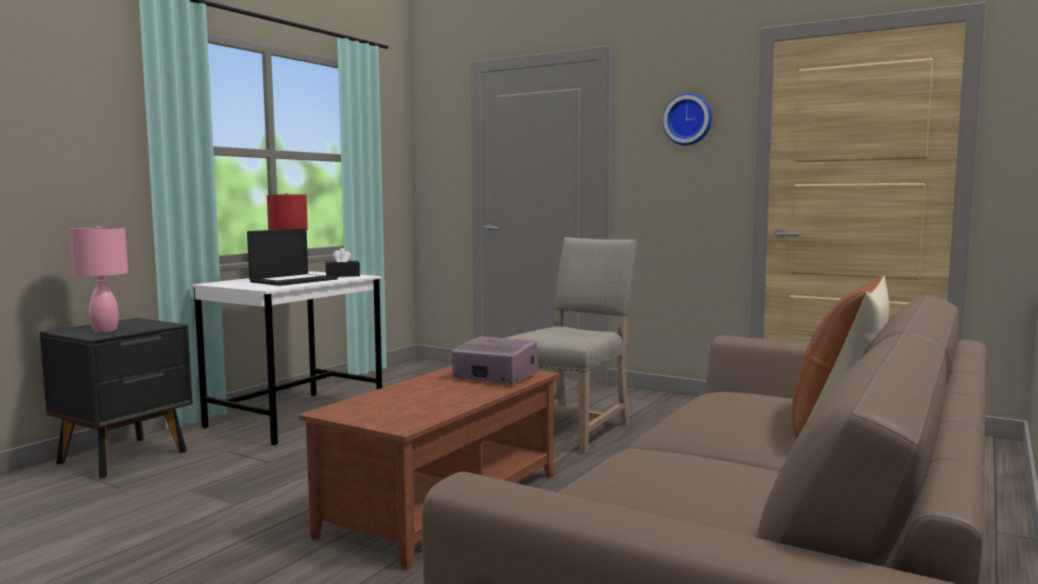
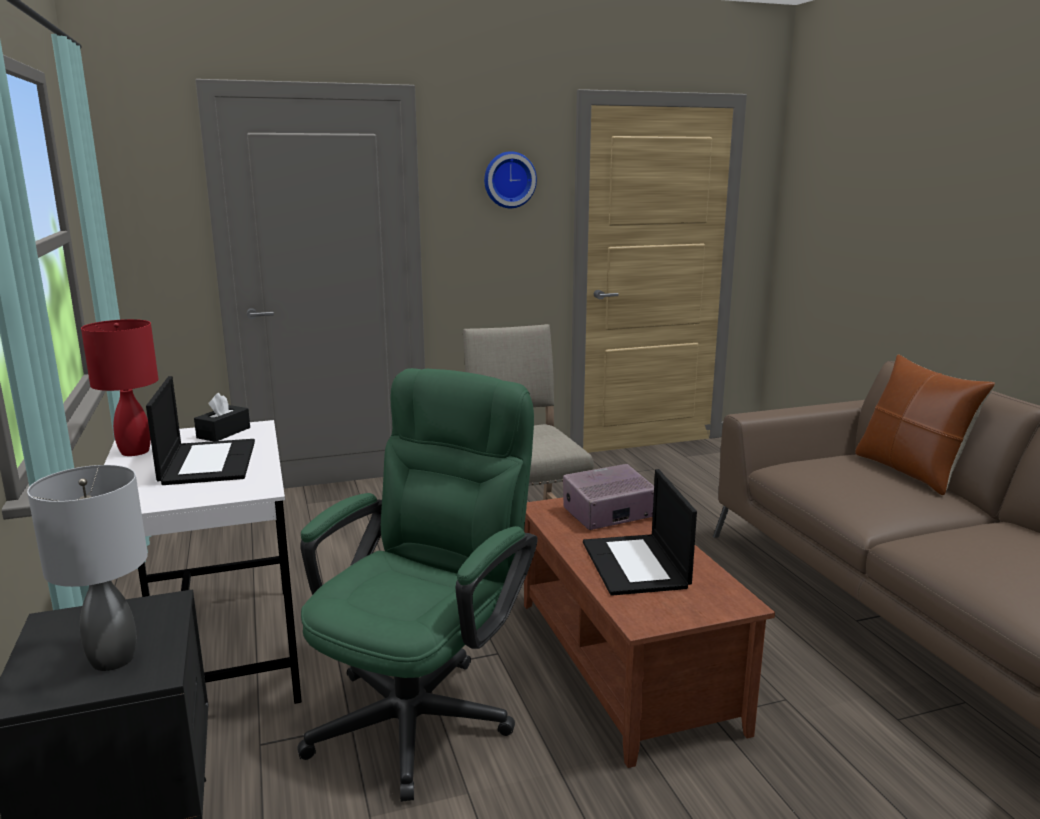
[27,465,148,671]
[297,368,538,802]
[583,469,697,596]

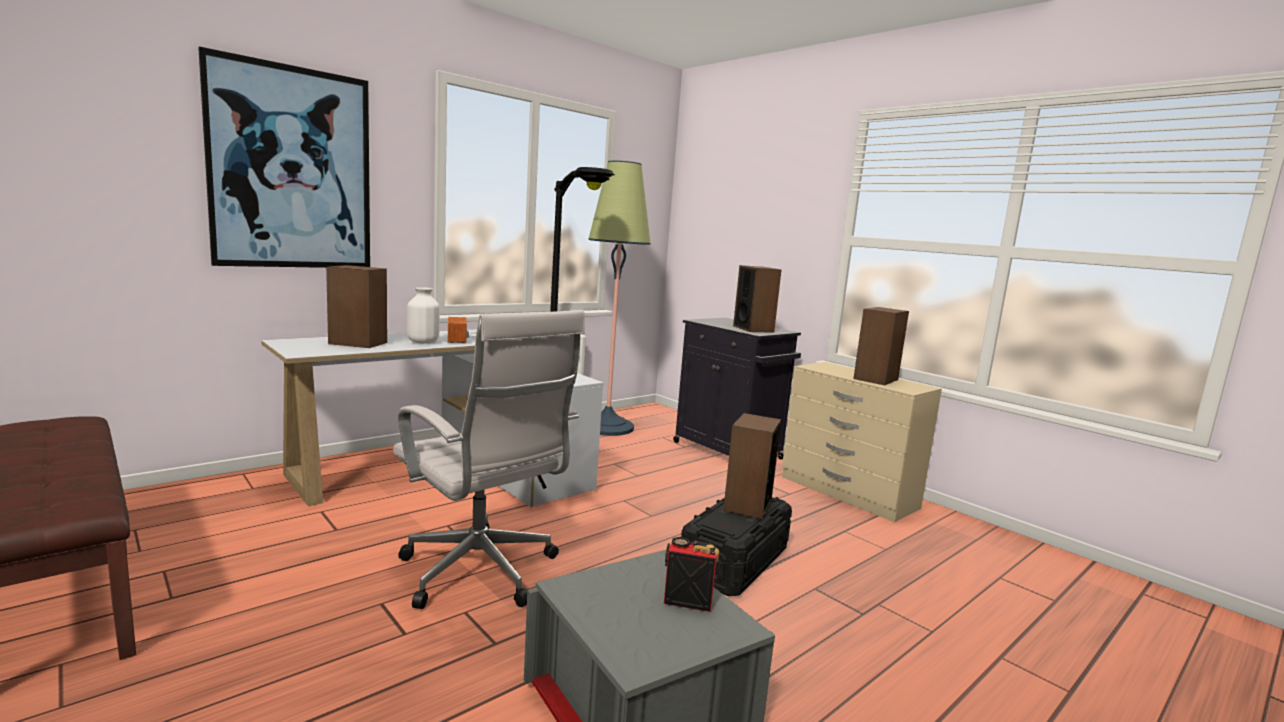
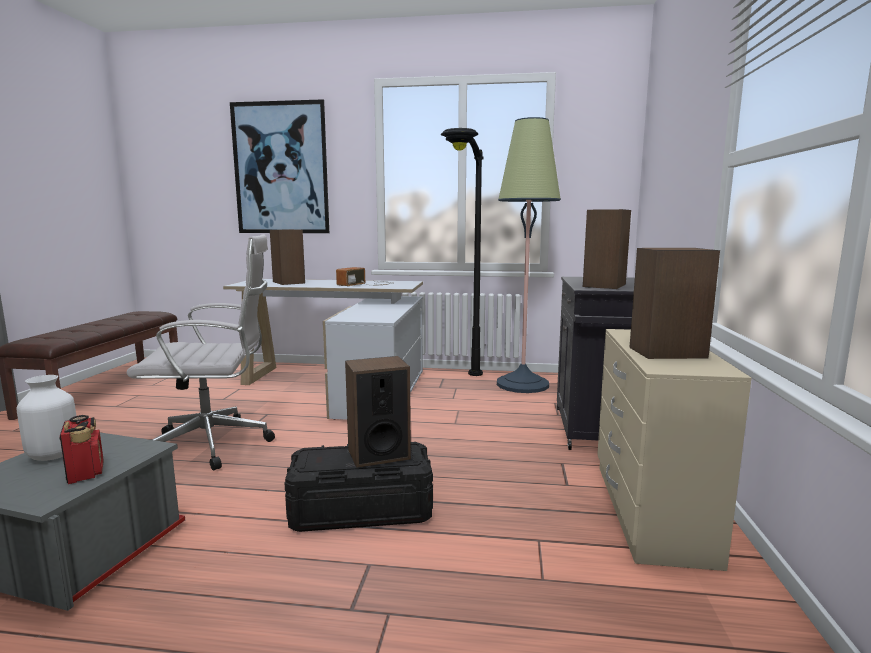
[17,375,76,461]
[127,234,275,471]

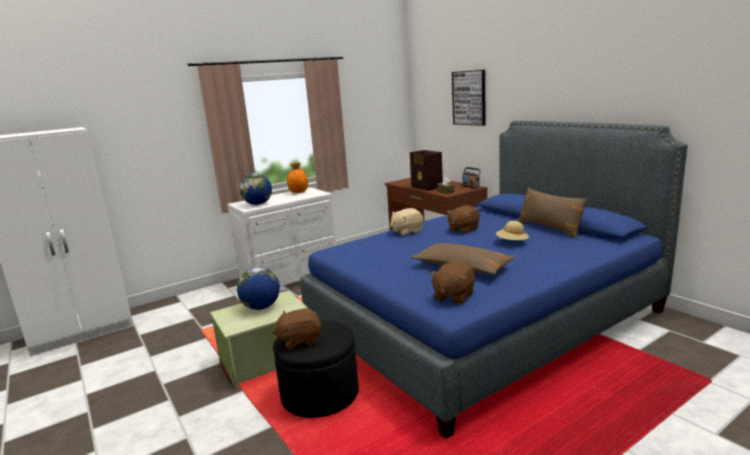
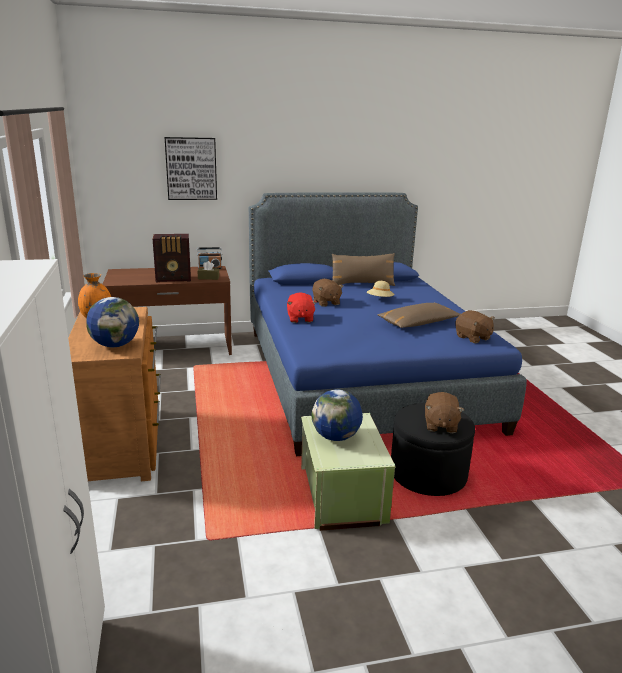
[68,307,161,481]
[287,292,317,323]

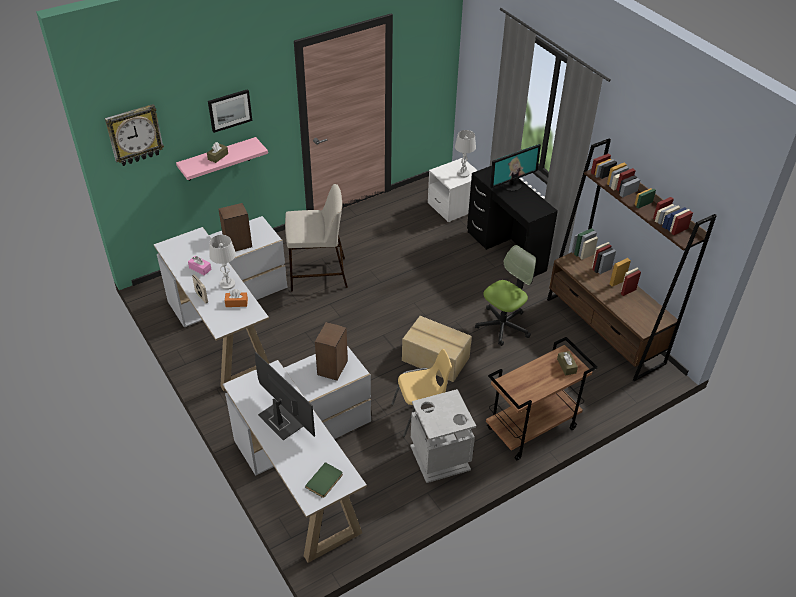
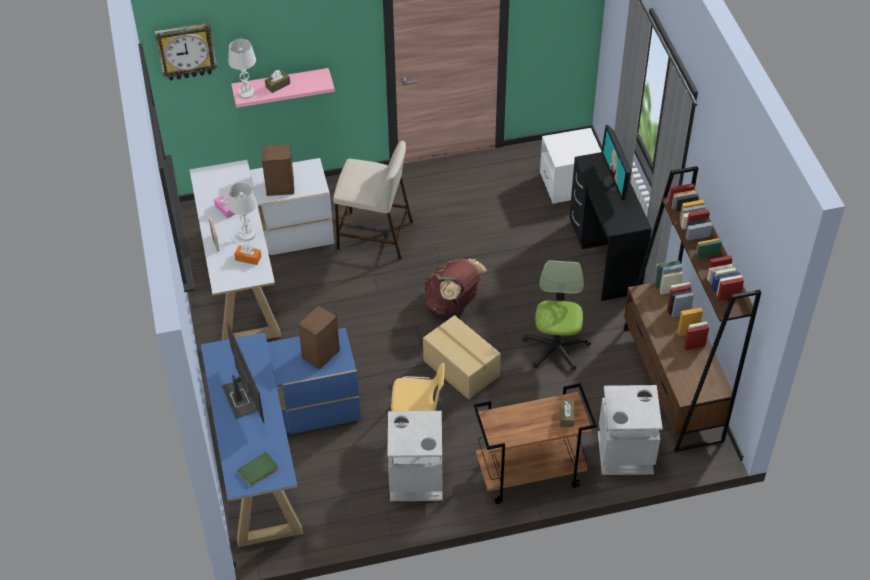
[208,89,252,133] (first image)
[228,39,256,99]
[601,125,632,200]
[522,260,591,370]
[201,328,361,547]
[424,259,487,315]
[598,385,663,475]

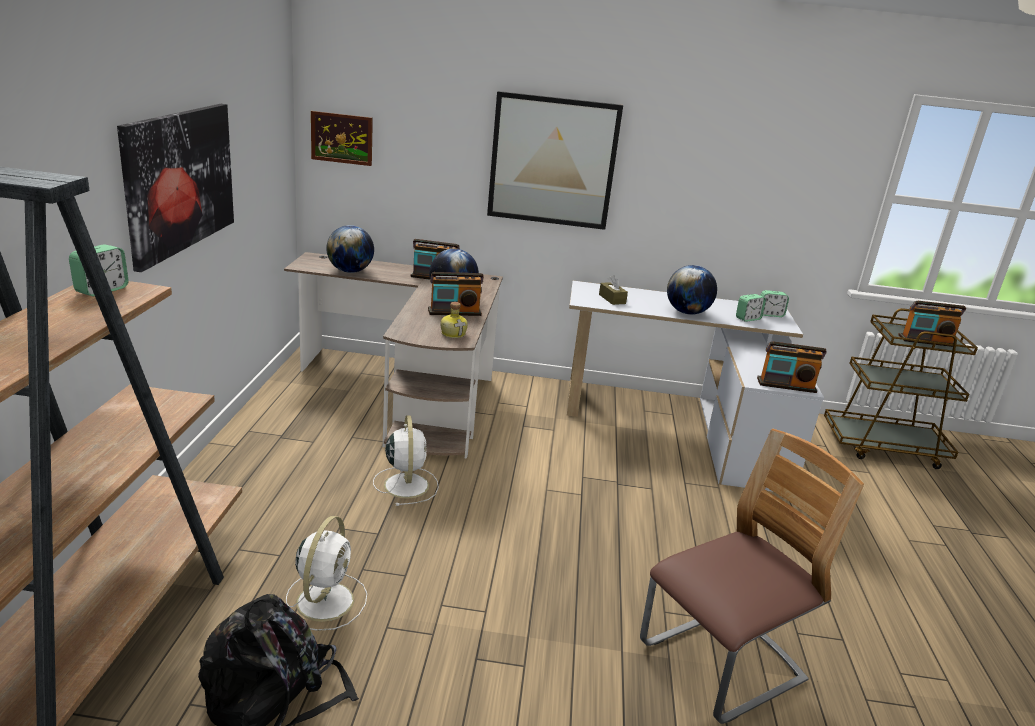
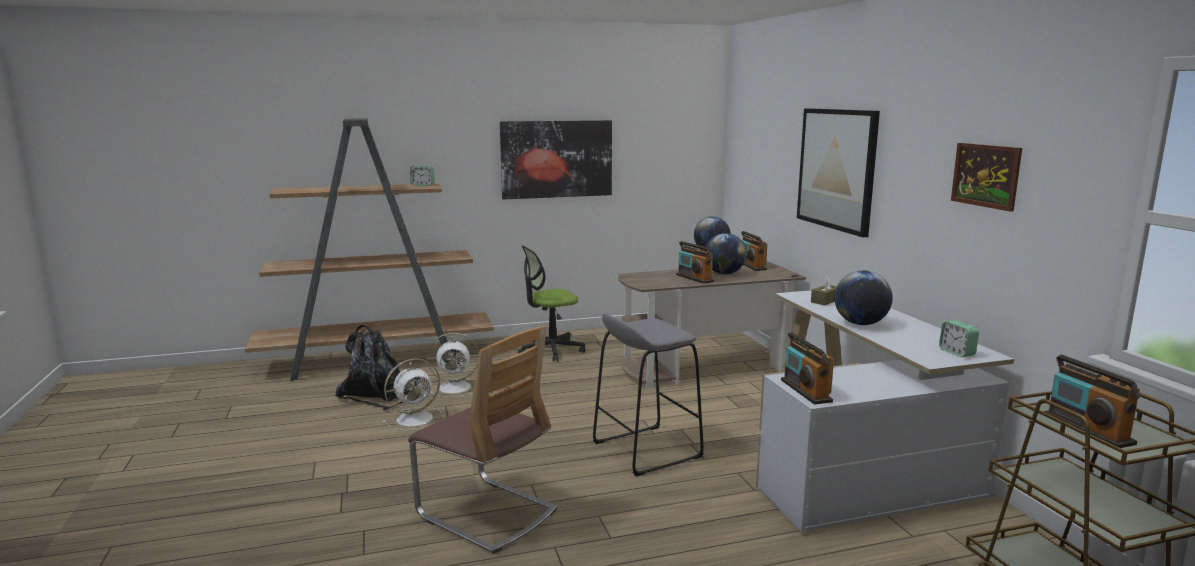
[951,143,1022,212]
[736,294,766,322] (first image)
[440,302,468,338] (first image)
[383,358,444,431]
[518,245,586,362]
[593,313,704,476]

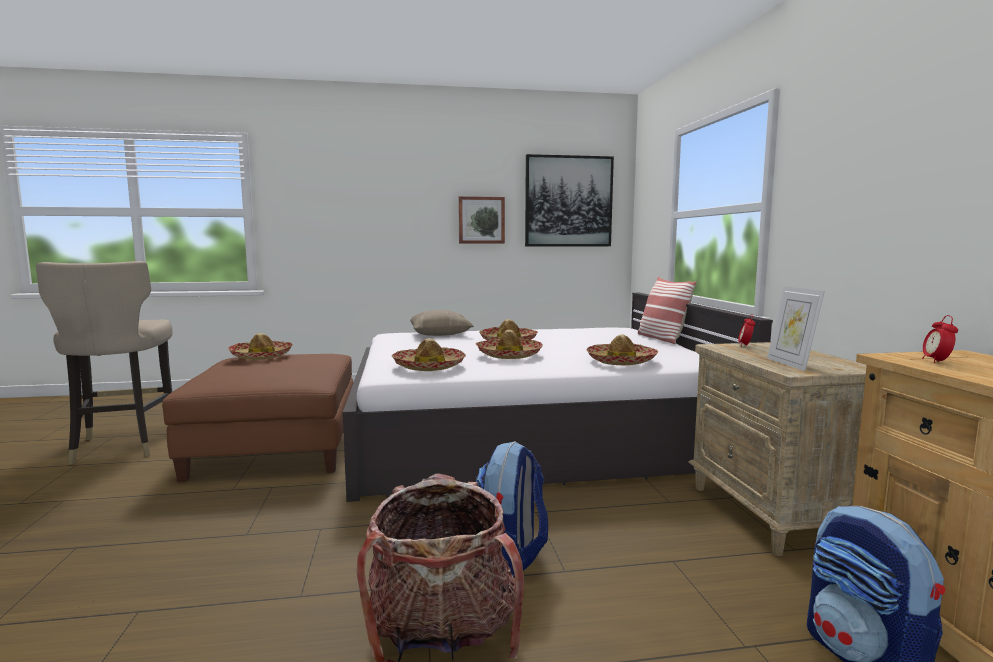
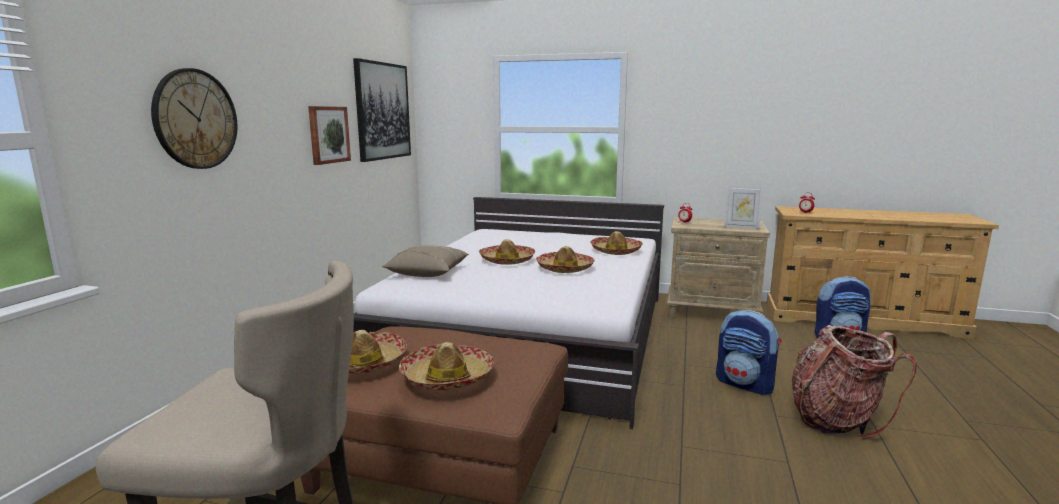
[638,277,697,344] (first image)
[399,342,494,391]
[151,68,237,169]

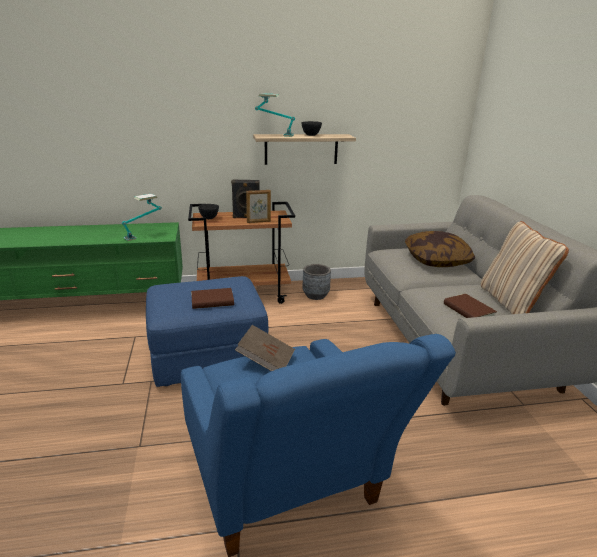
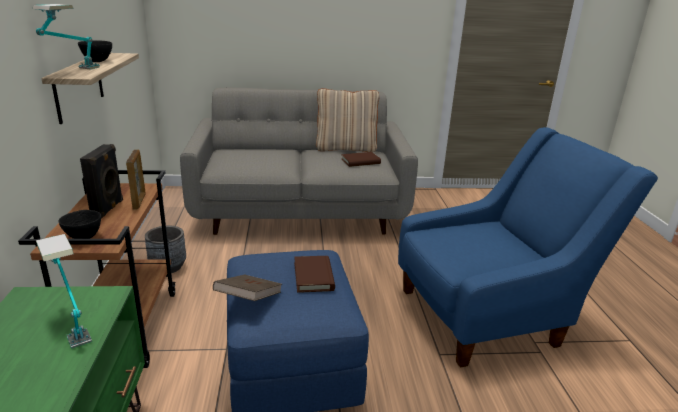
[405,231,475,267] (first image)
[213,275,282,301]

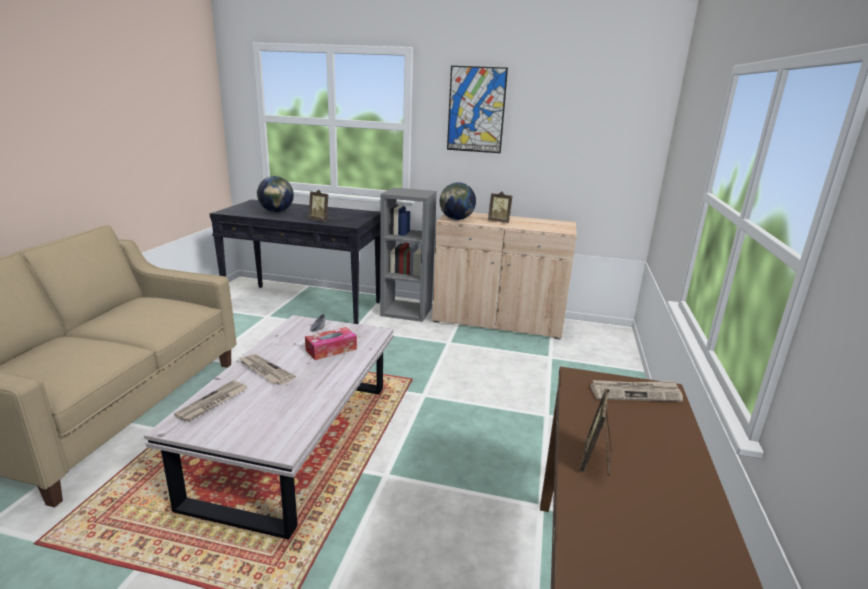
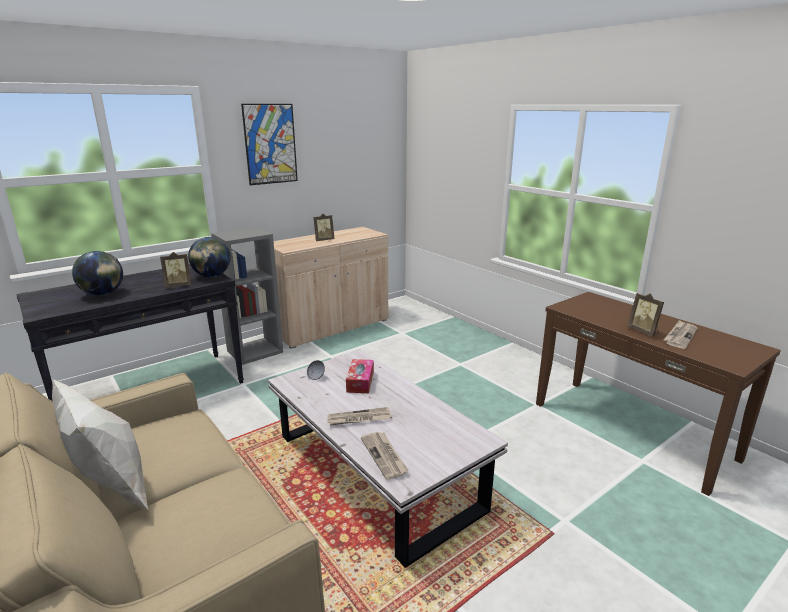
[188,237,231,277]
[663,320,698,349]
[52,379,149,511]

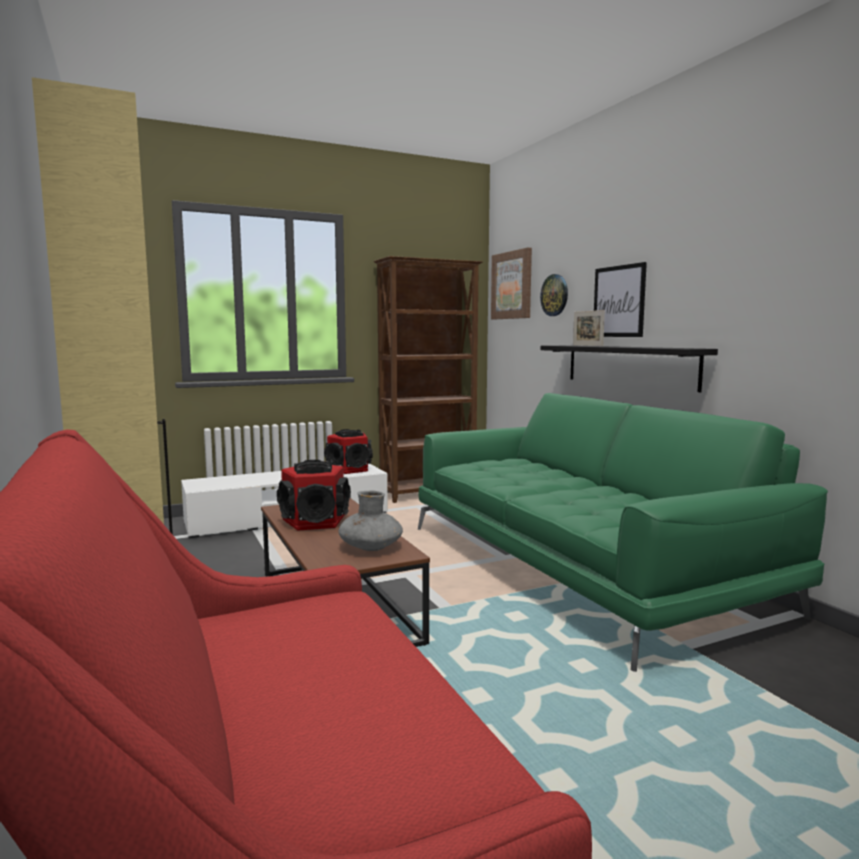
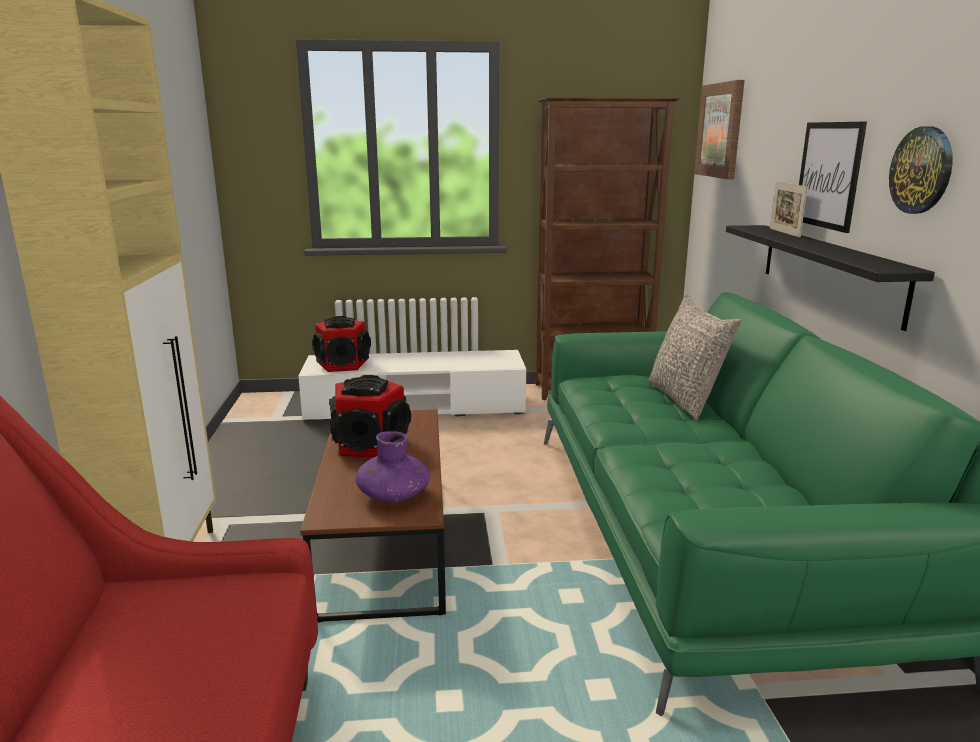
[889,126,953,214]
[312,316,371,372]
[355,431,430,502]
[648,294,741,420]

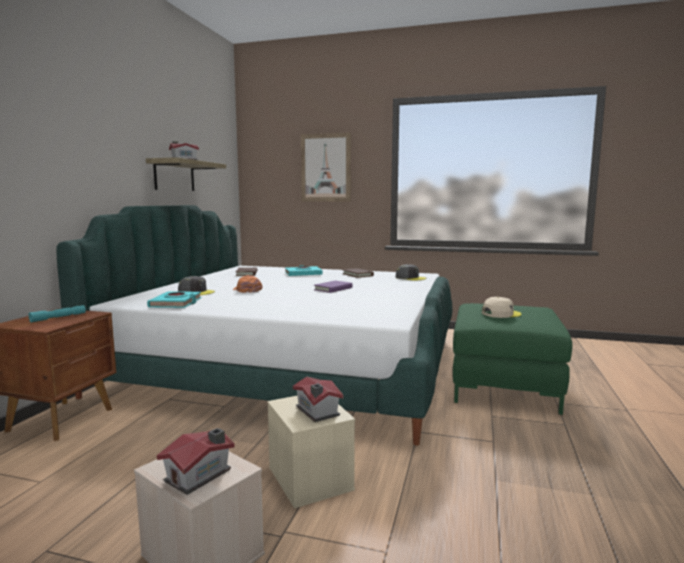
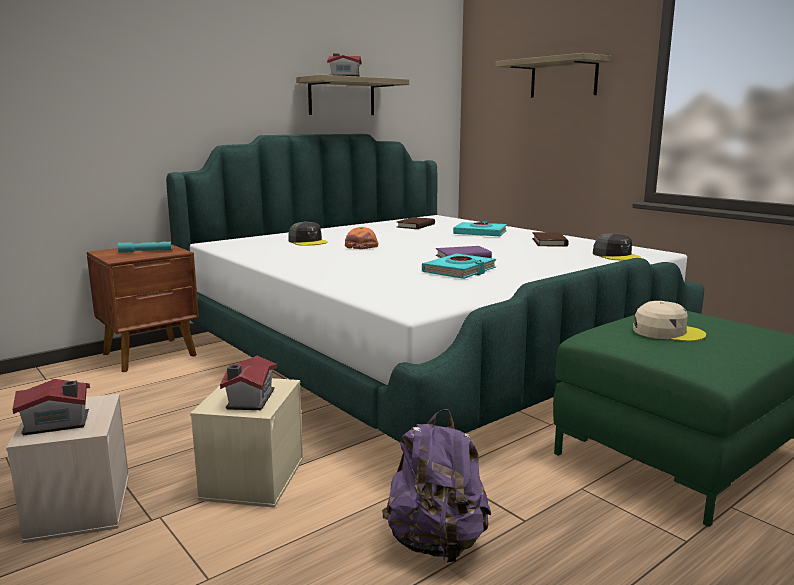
[495,53,612,98]
[422,254,496,279]
[382,409,491,563]

